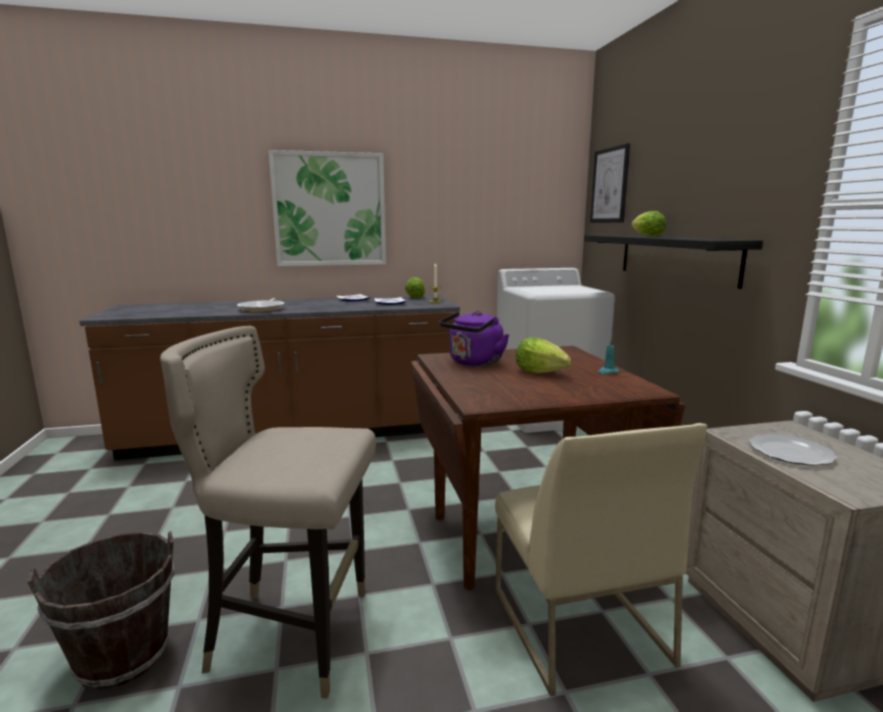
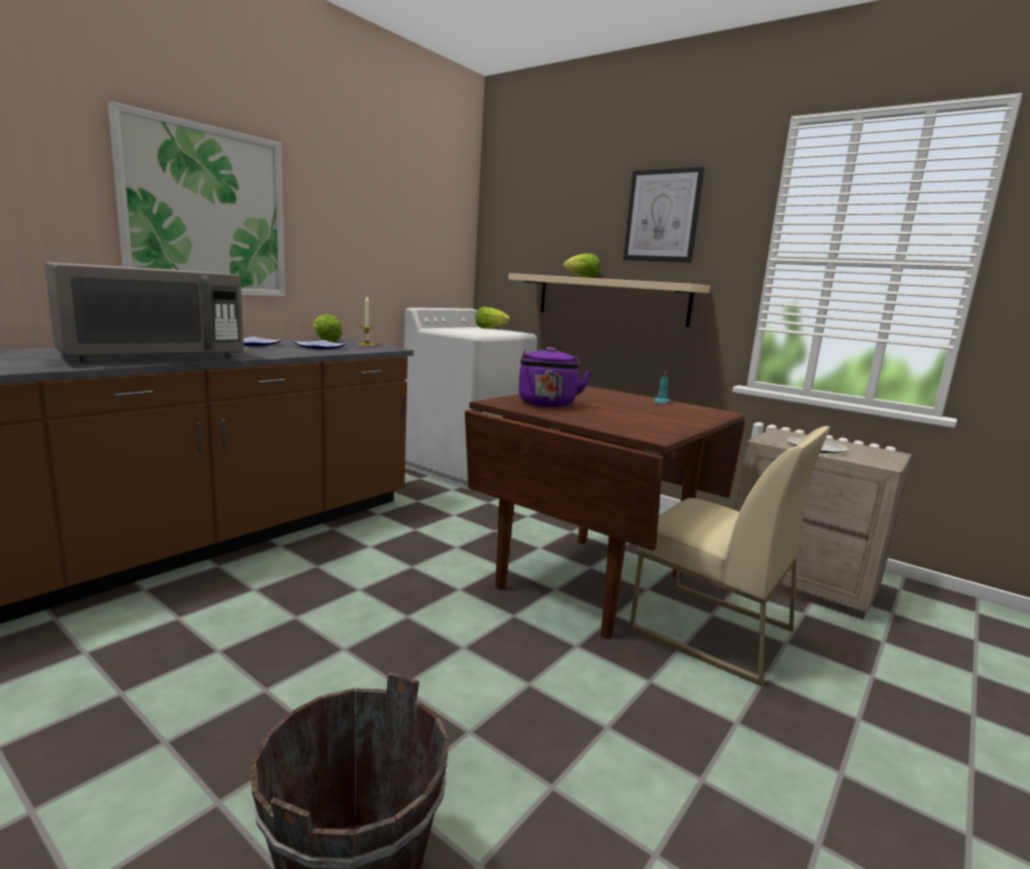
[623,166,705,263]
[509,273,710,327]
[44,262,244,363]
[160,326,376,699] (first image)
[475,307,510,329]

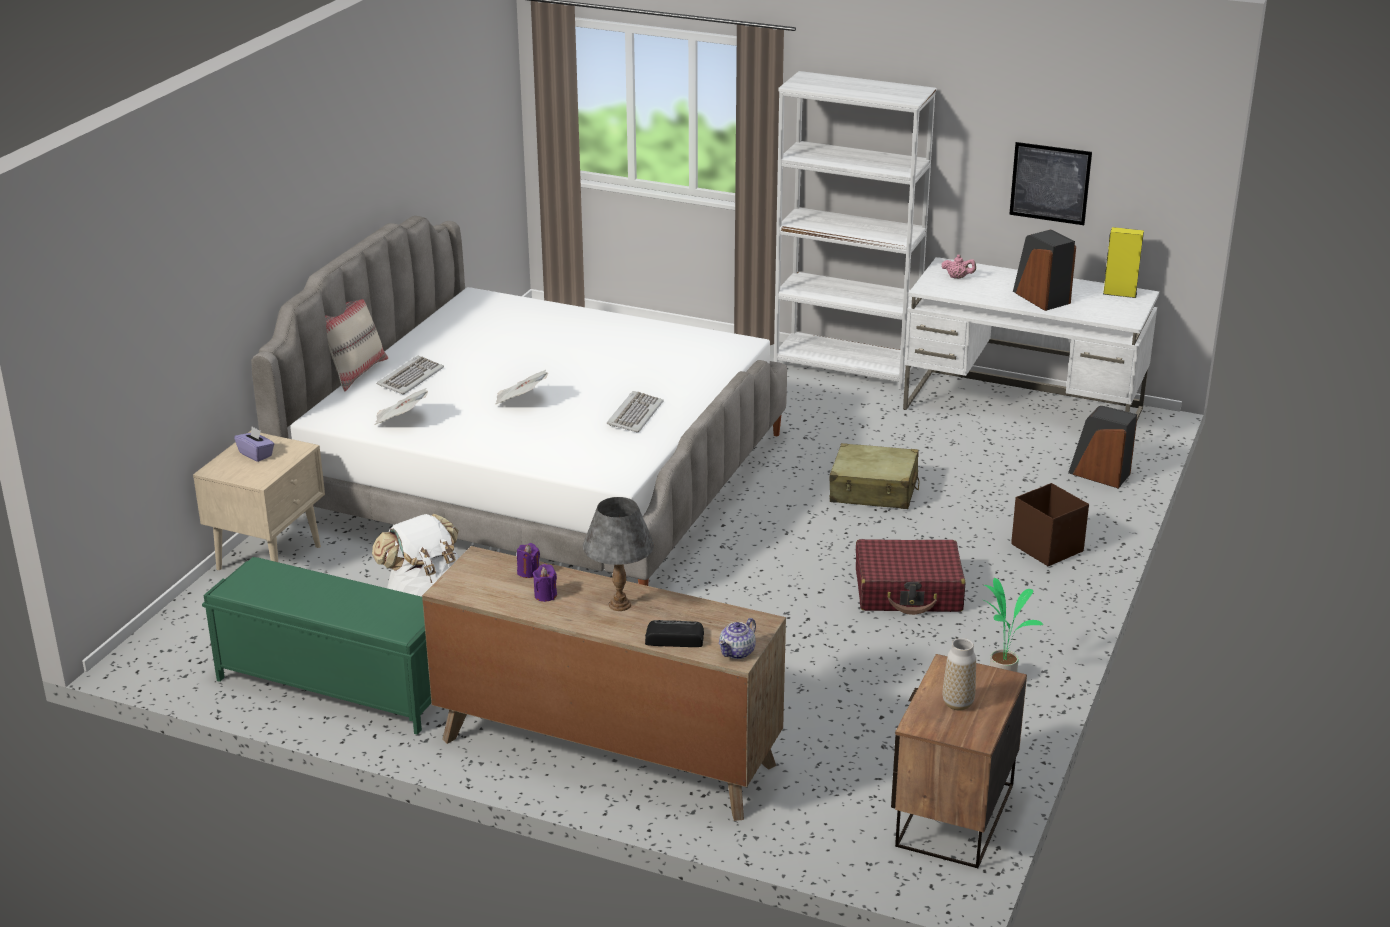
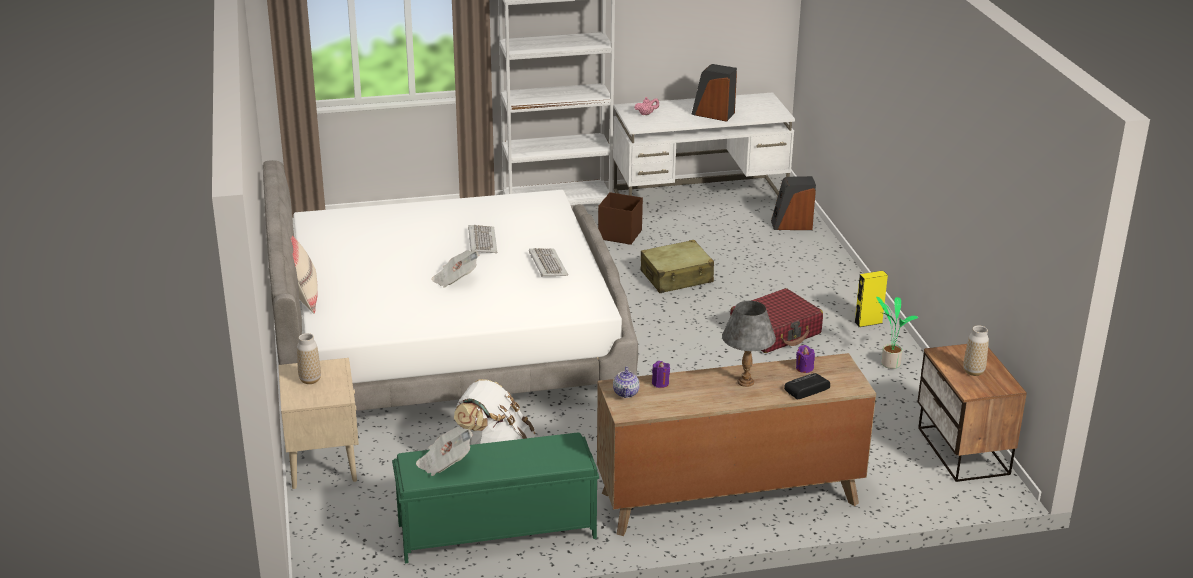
[1009,142,1092,225] (first image)
[854,271,888,327]
[468,225,497,253]
[416,427,473,476]
[297,333,321,384]
[598,192,643,245]
[796,345,815,373]
[613,367,640,398]

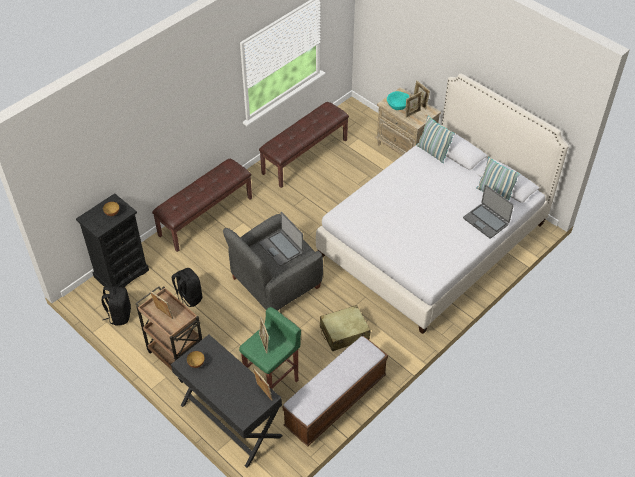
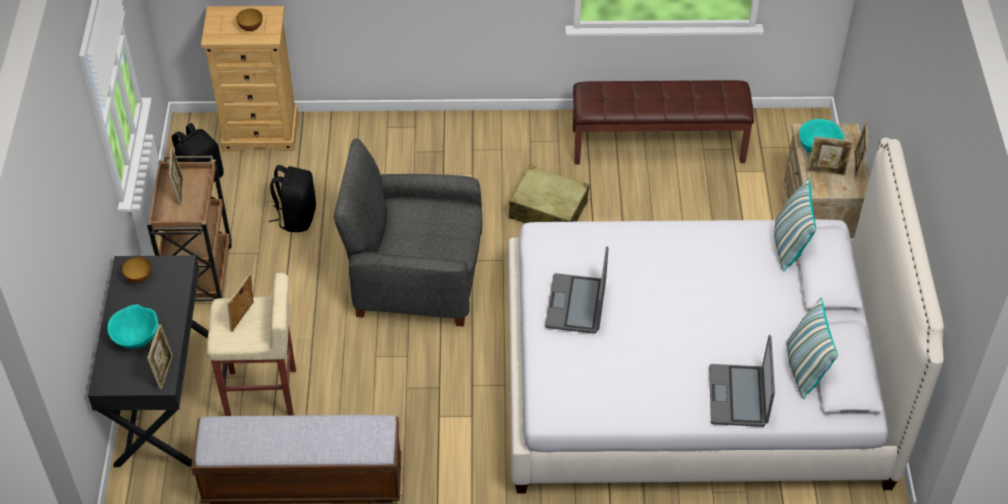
[152,159,252,252] (first image)
[201,6,298,152]
[545,246,608,334]
[509,165,590,223]
[207,273,296,416]
[107,304,158,348]

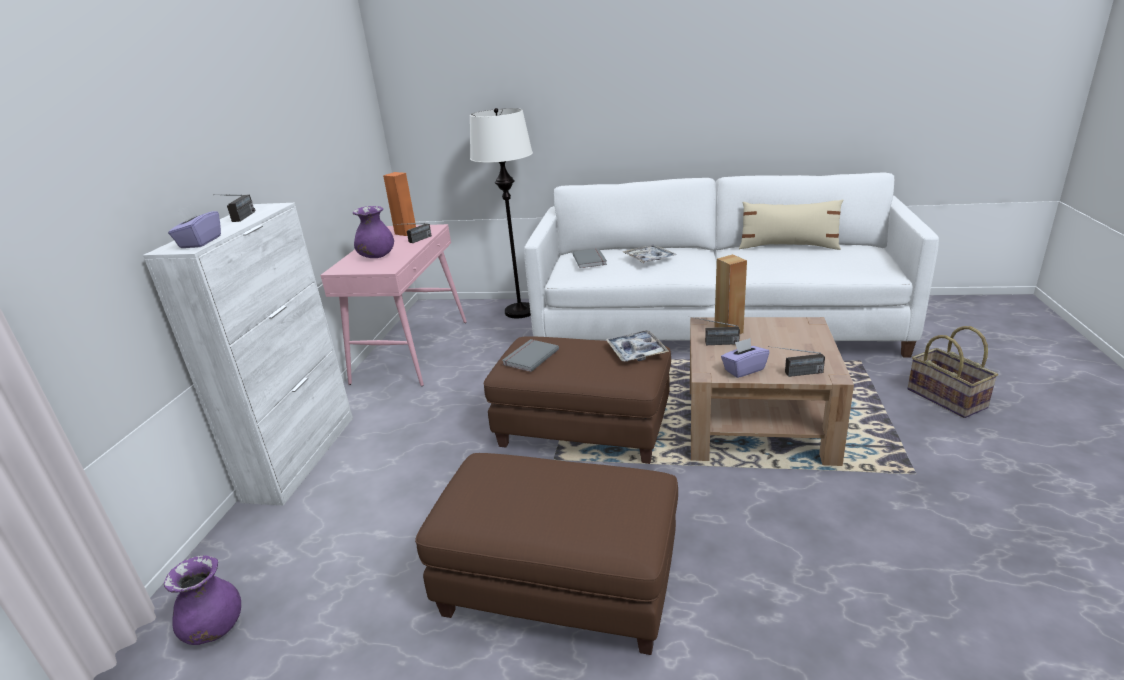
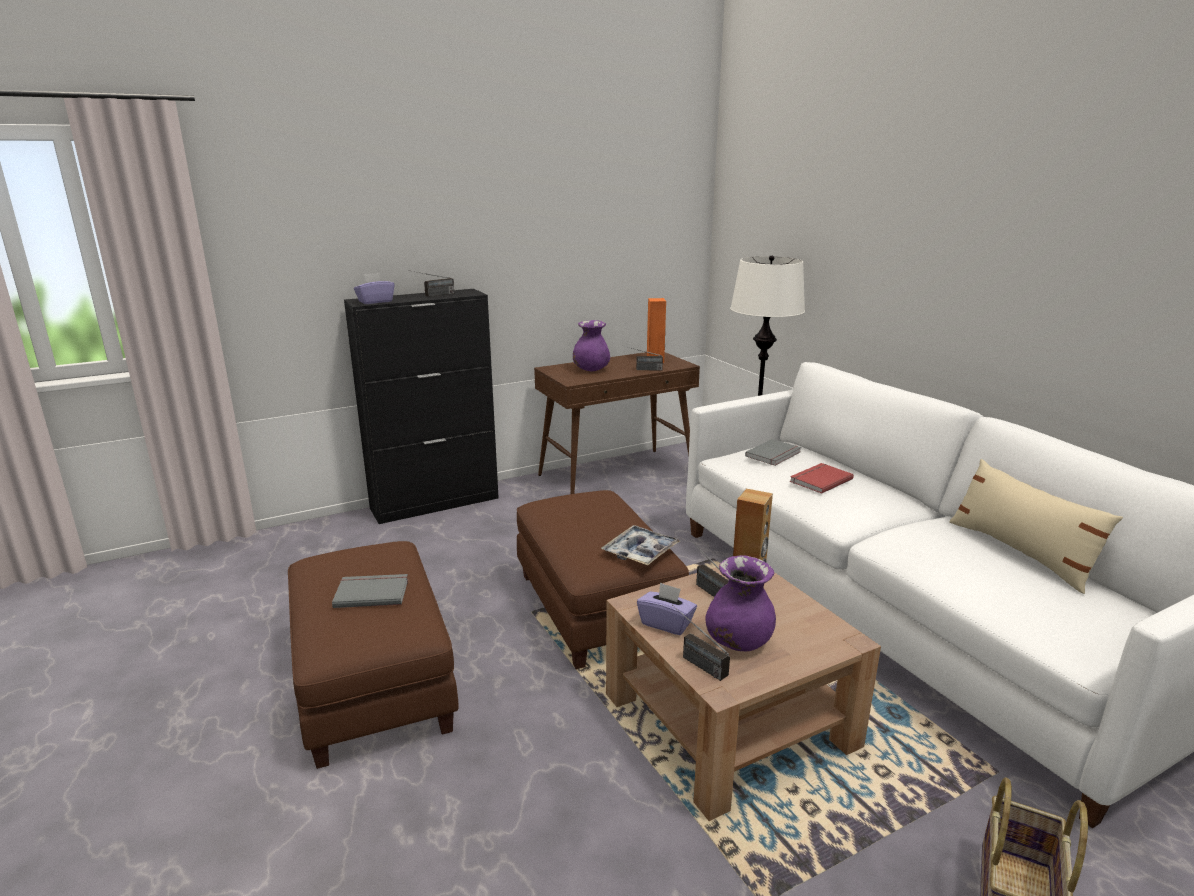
[344,289,499,524]
[534,352,700,494]
[790,463,854,494]
[332,574,408,608]
[705,555,776,651]

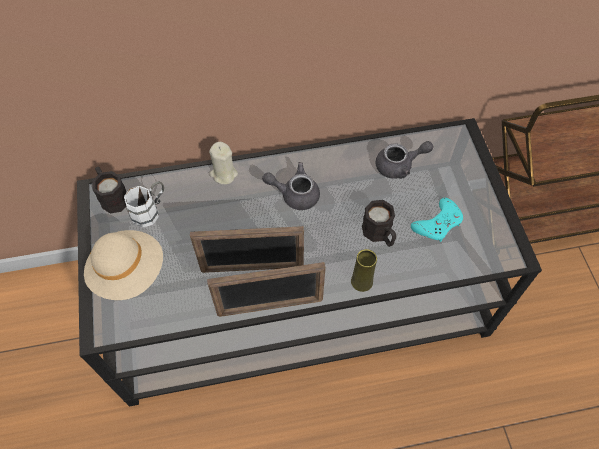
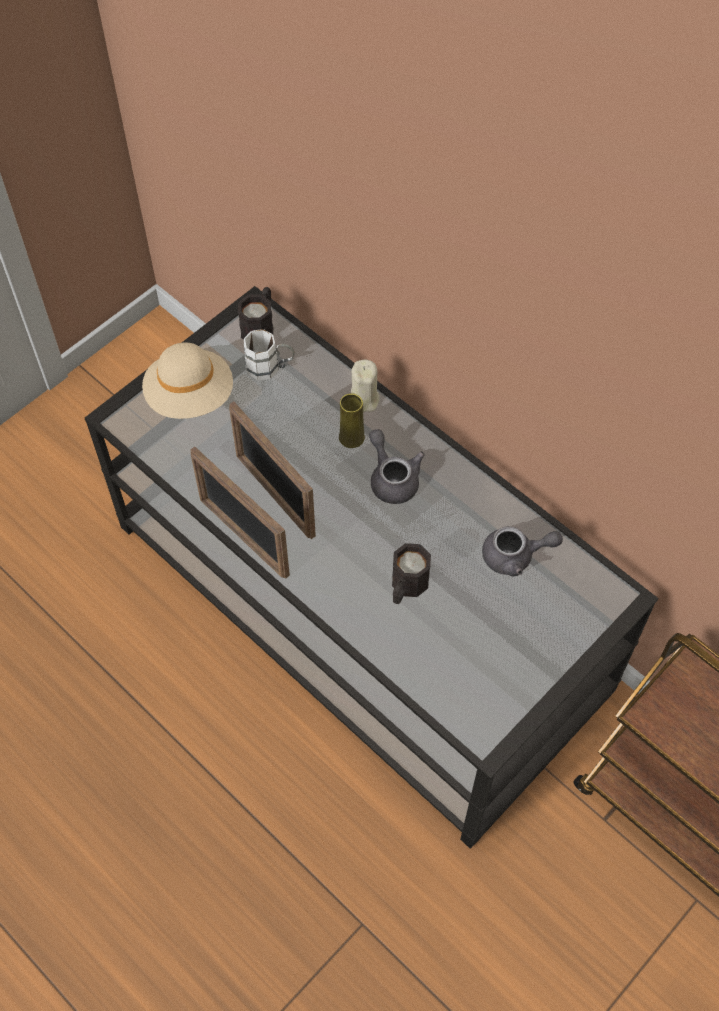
[482,526,563,576]
[411,198,463,242] (first image)
[339,393,365,448]

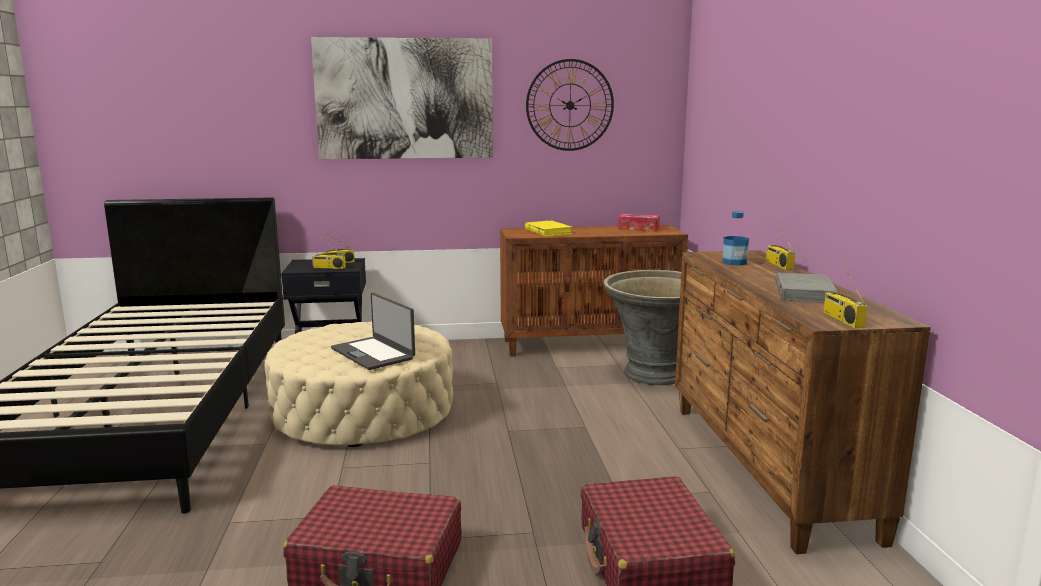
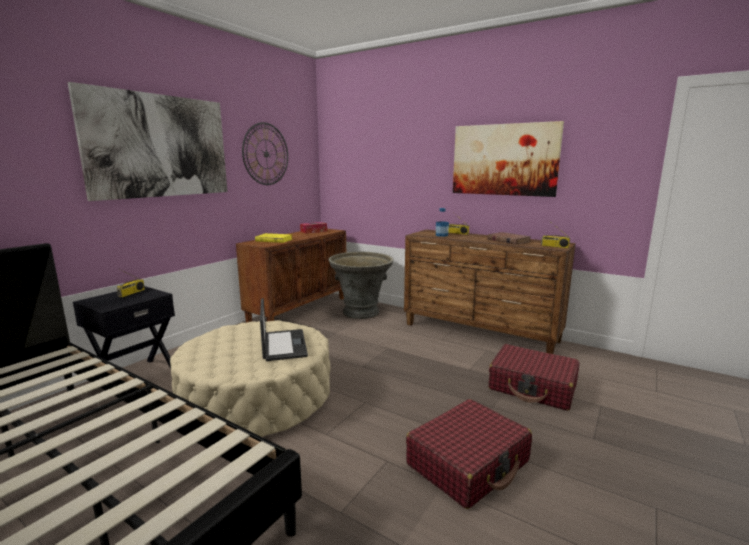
[312,236,346,269] (first image)
[487,232,531,245]
[260,298,308,361]
[453,121,564,197]

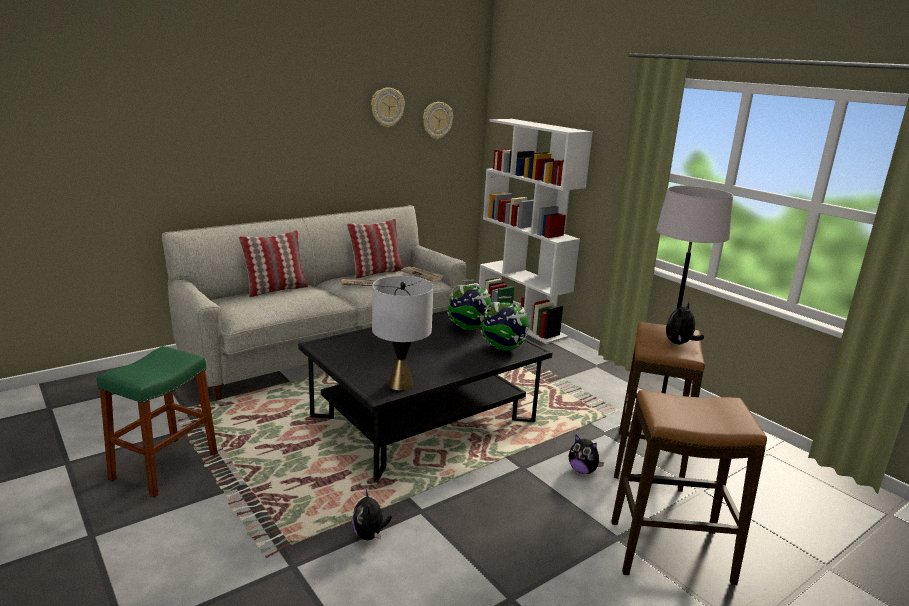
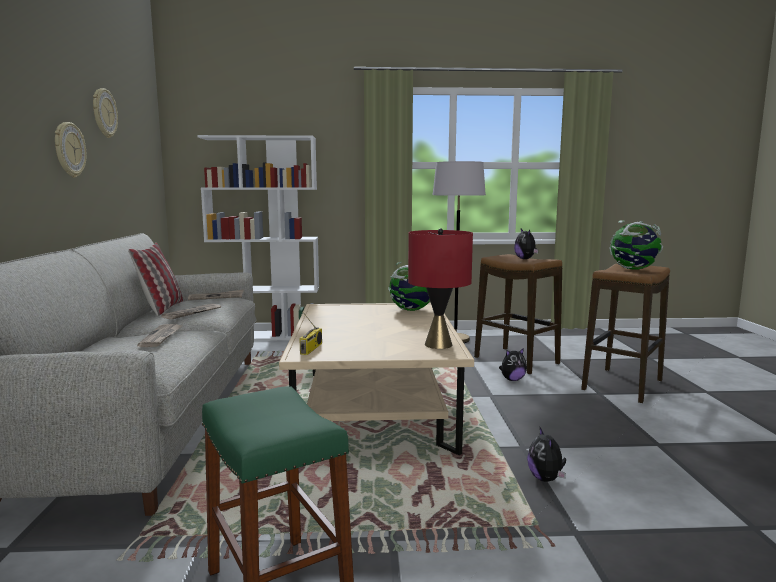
[55,122,87,178]
[239,230,308,297] (first image)
[408,228,473,349]
[610,220,663,270]
[279,303,474,455]
[527,426,566,482]
[299,311,322,355]
[137,324,182,347]

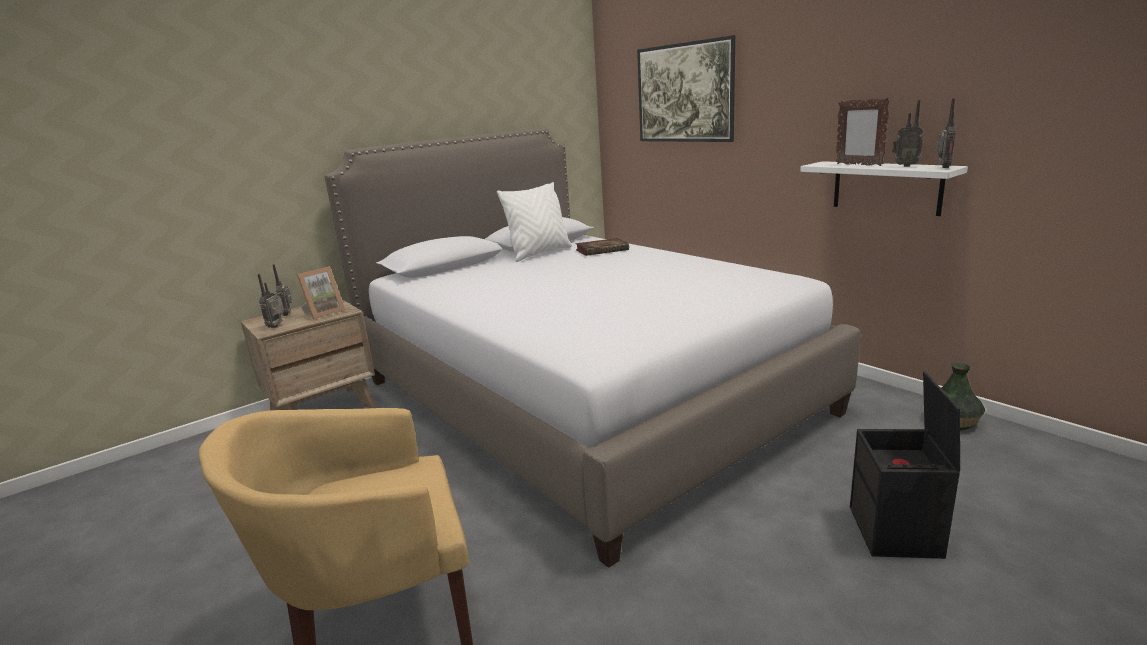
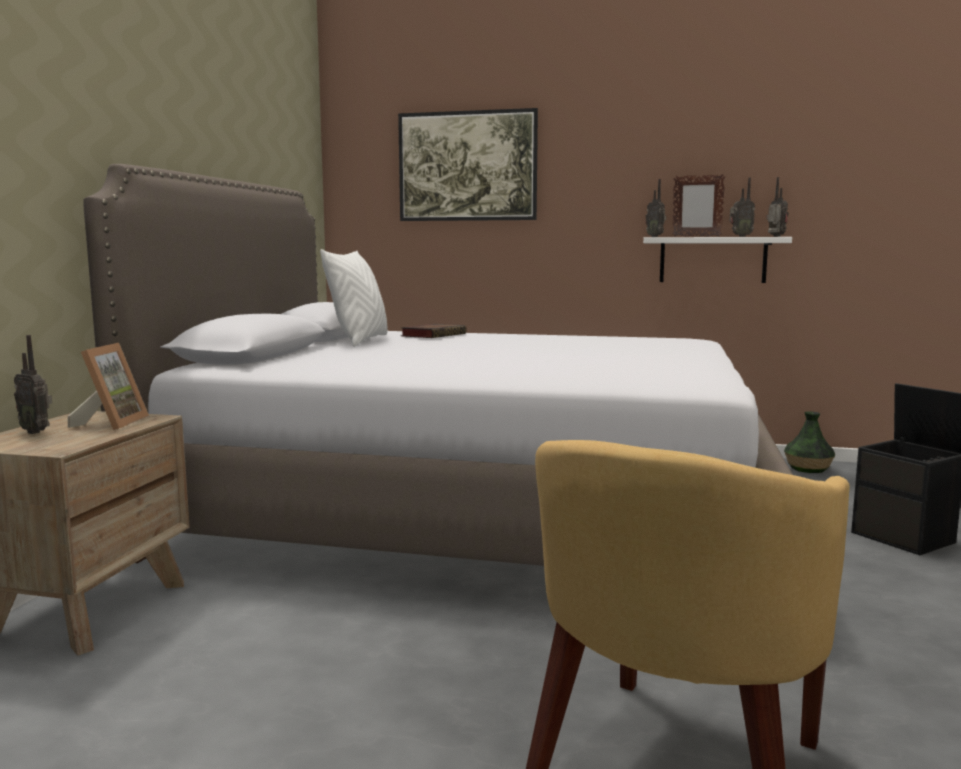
[646,179,666,237]

